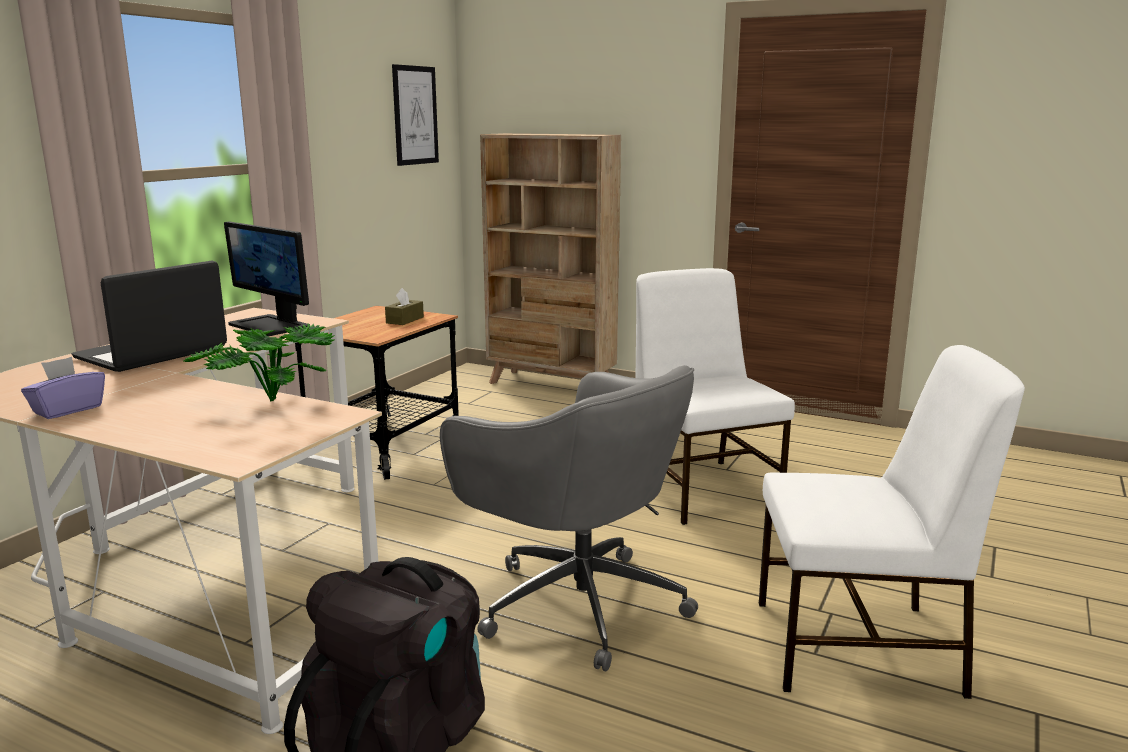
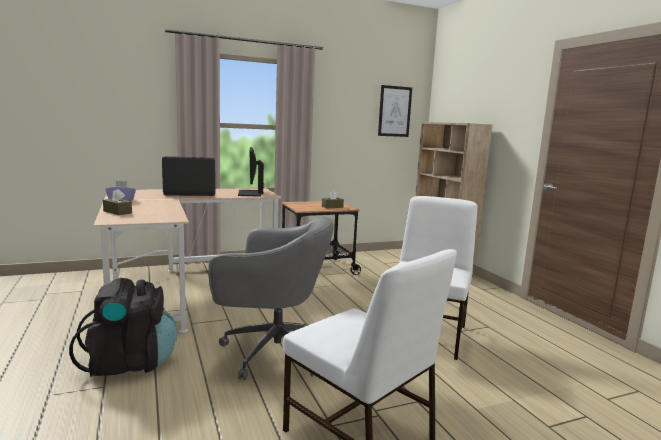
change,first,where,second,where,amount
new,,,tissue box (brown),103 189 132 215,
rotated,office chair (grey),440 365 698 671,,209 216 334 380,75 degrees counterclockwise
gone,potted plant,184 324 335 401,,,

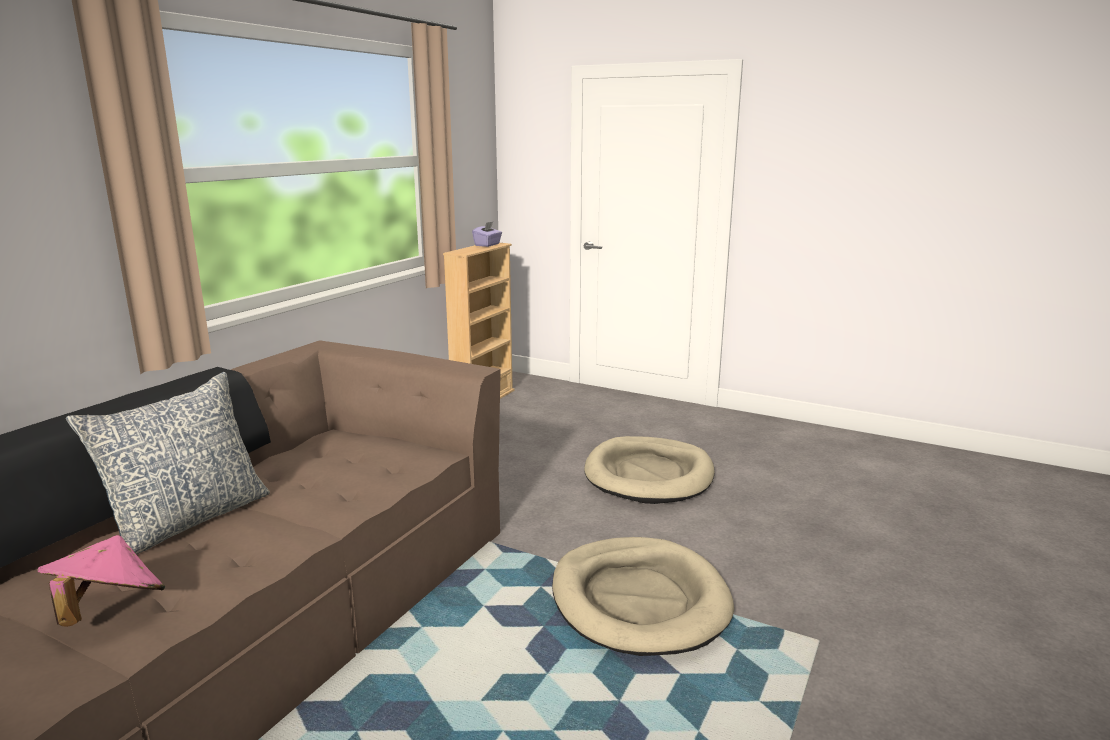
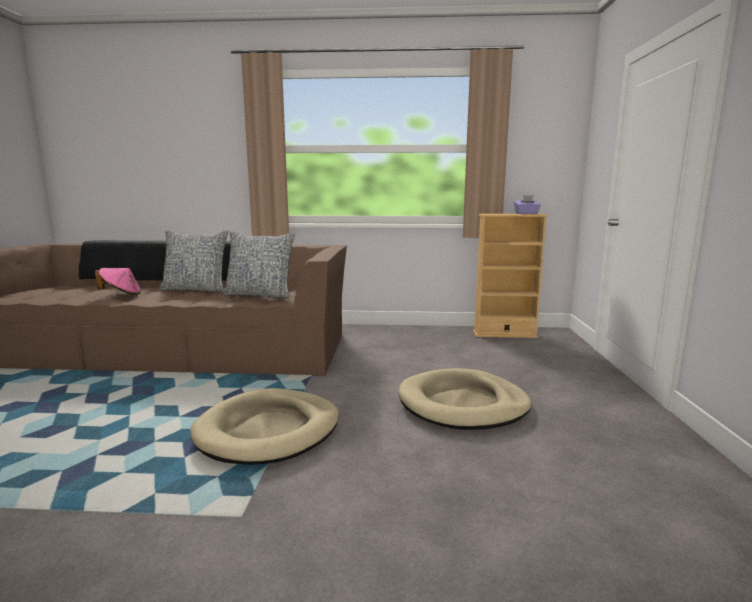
change,first,where,second,where,amount
new,,,pillow,222 231 296 299,

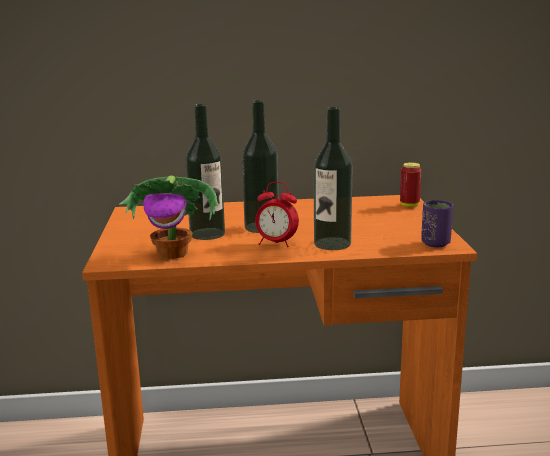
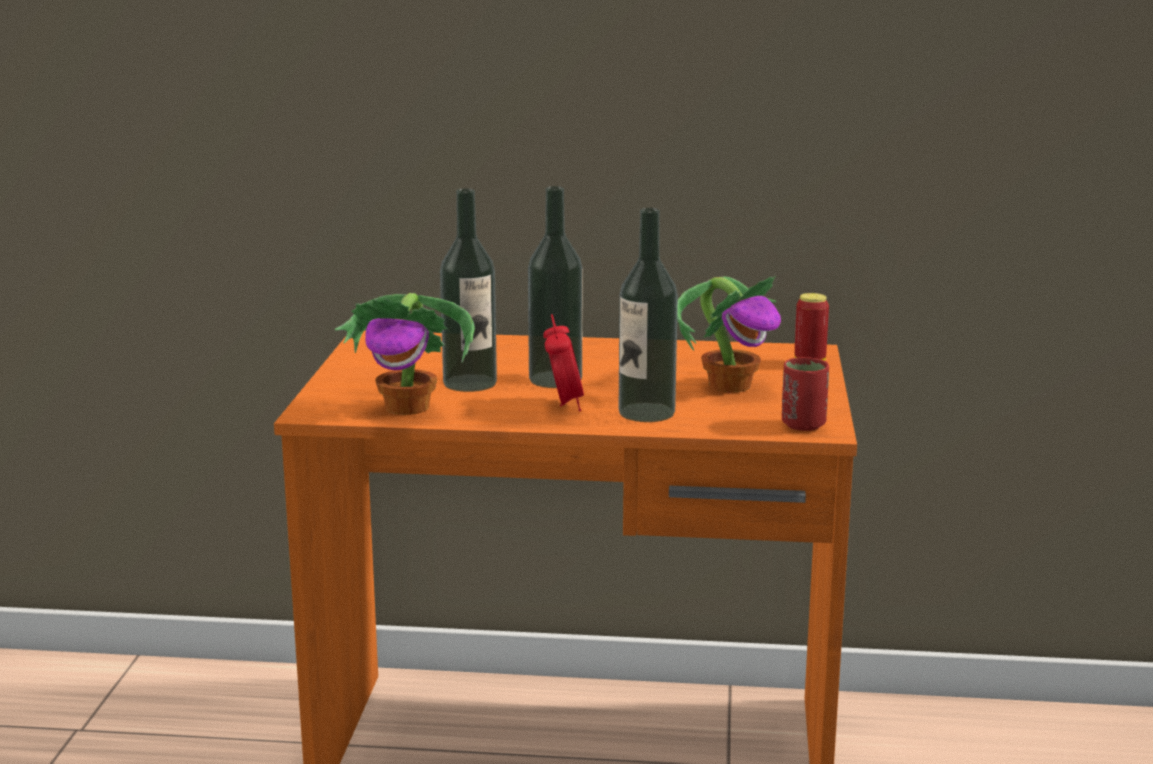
change,first,where,second,where,amount
rotated,alarm clock,255 182 299 247,,543 314 584 411,120 degrees counterclockwise
new,,,potted plant,677 276 781 392,
repainted,cup (purple),421 200 453 247,cup (red),782 357 829 431,

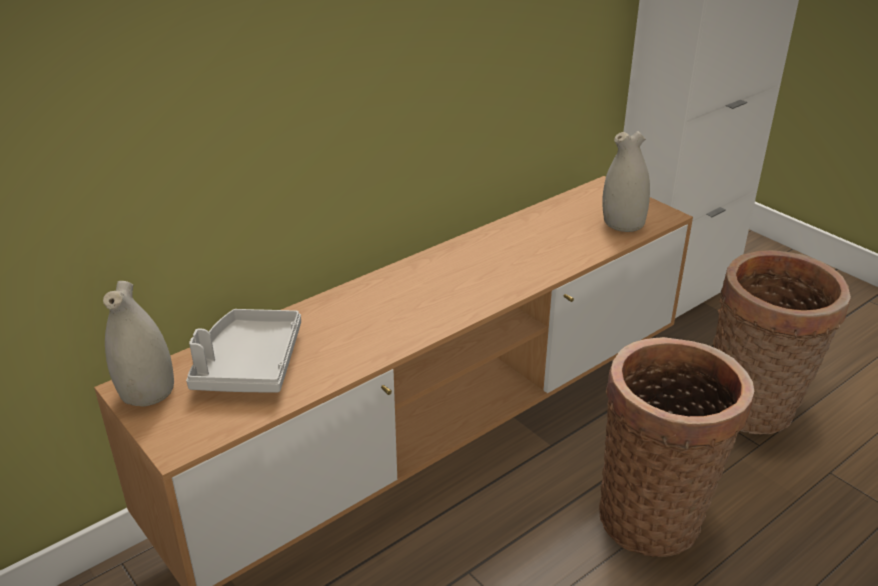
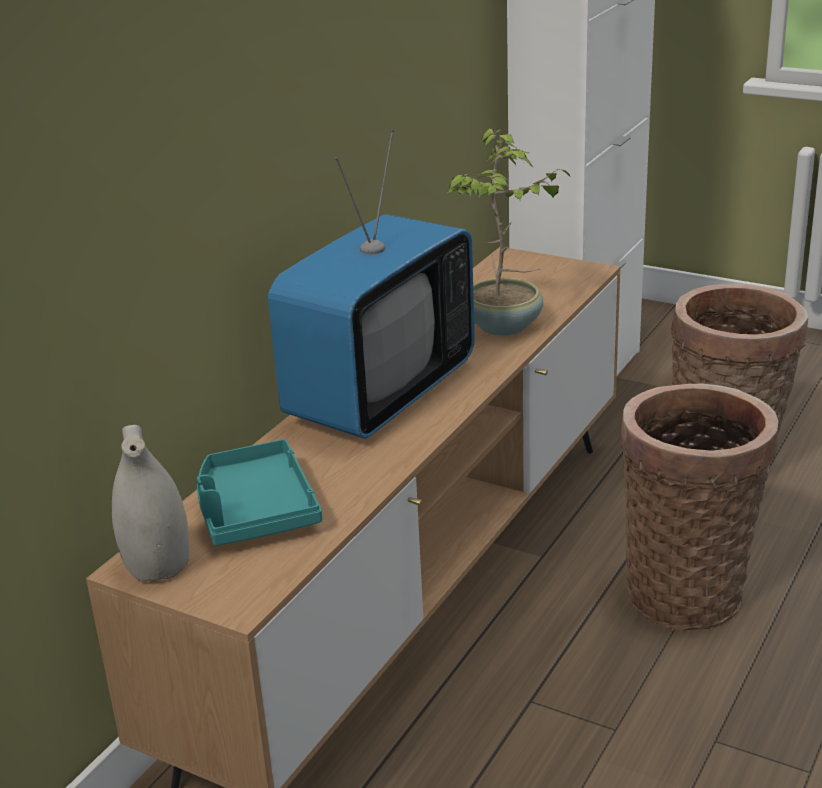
change,first,where,second,where,amount
repainted,tray (grey),186 309 301 393,tray (turquoise),197 439 322 546,
new,,,television,268 129 475 439,
new,,,potted plant,446 129 570 336,
gone,vase (white),602 131 650 232,,,

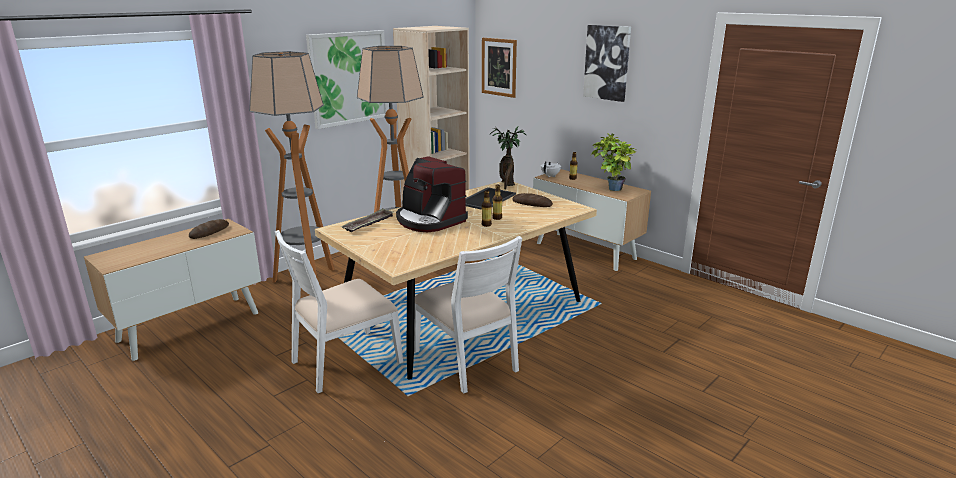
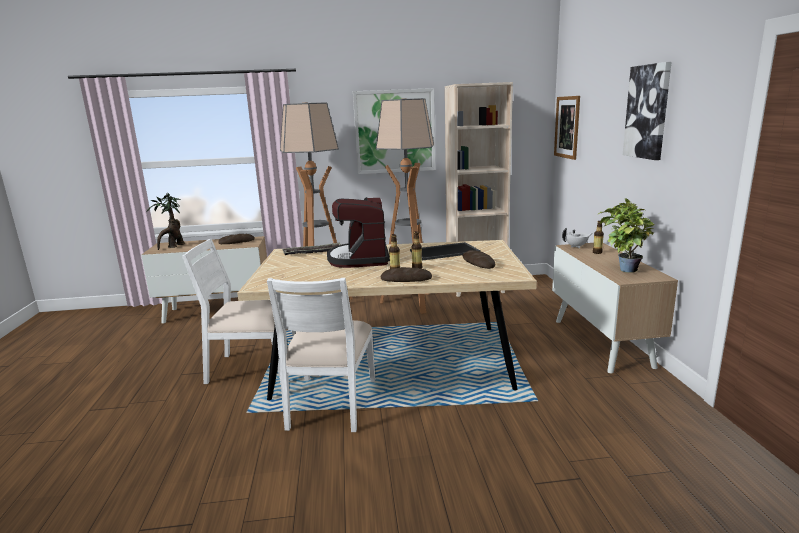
change,first,where,second,where,amount
shifted,potted plant,489 126 527 190,,146 192 185 250,
new,,,bread,381 267 432 282,

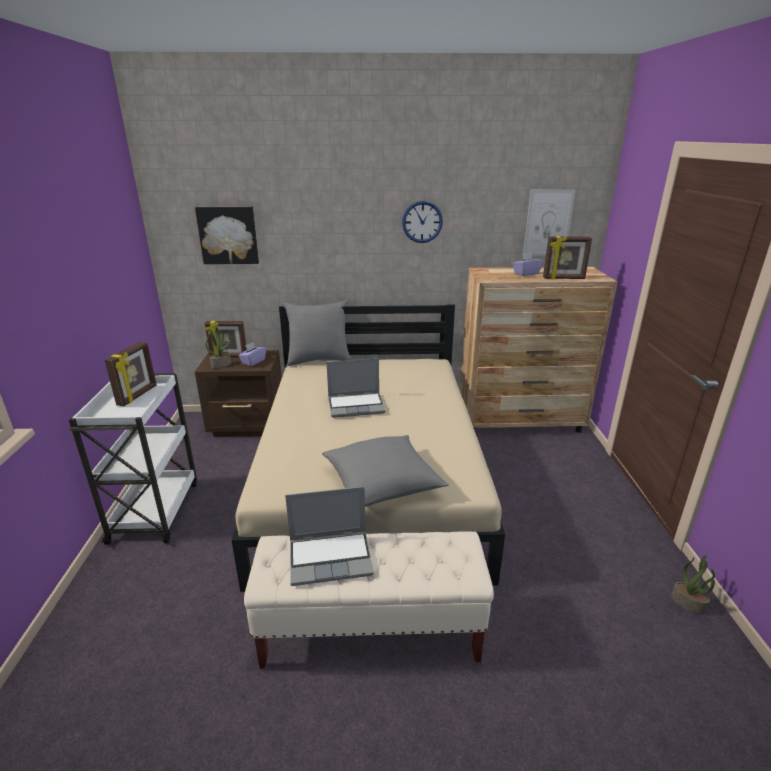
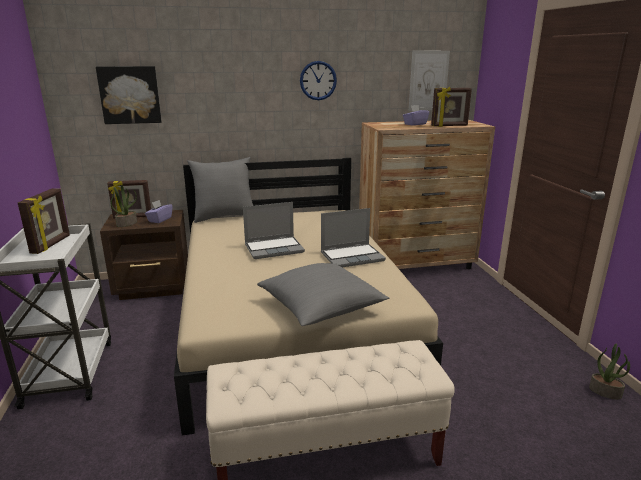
change,first,where,second,where,amount
shifted,laptop,285 486 374 586,,321 208 386 267,

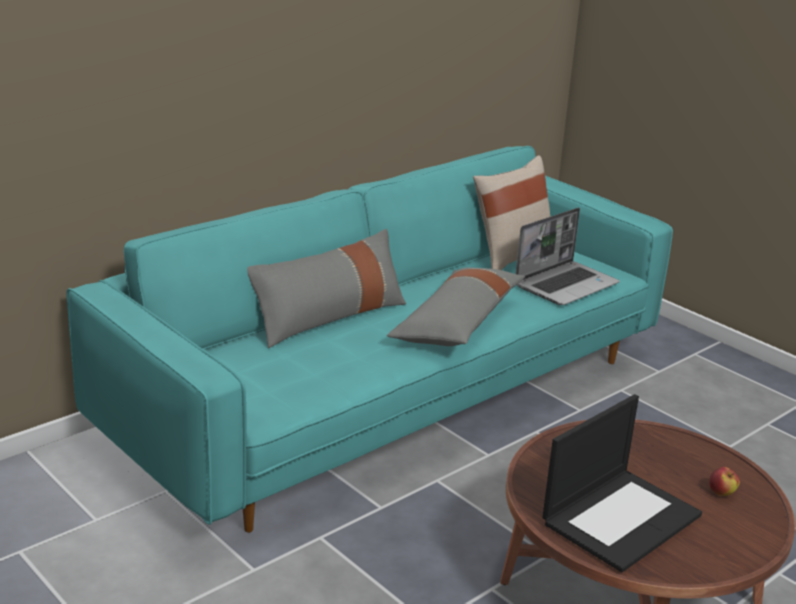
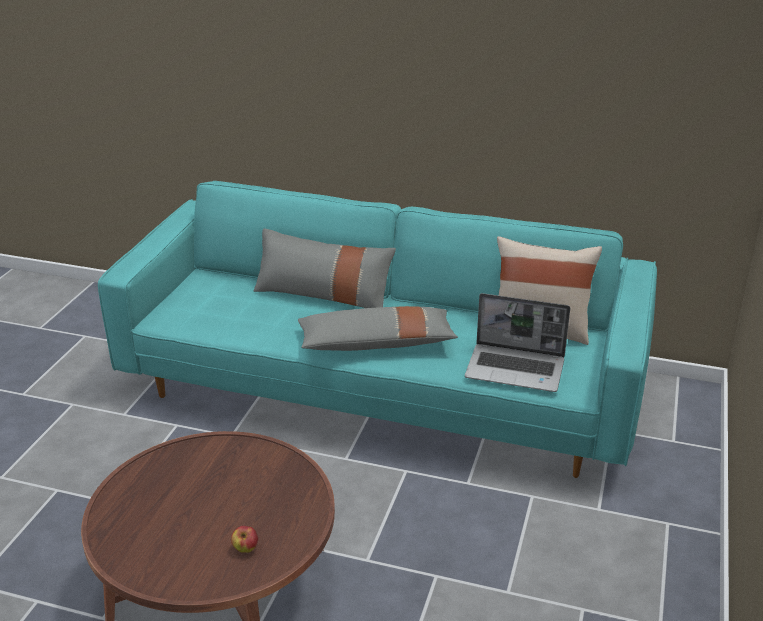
change,first,where,second,where,amount
gone,laptop,542 394 702 572,,,

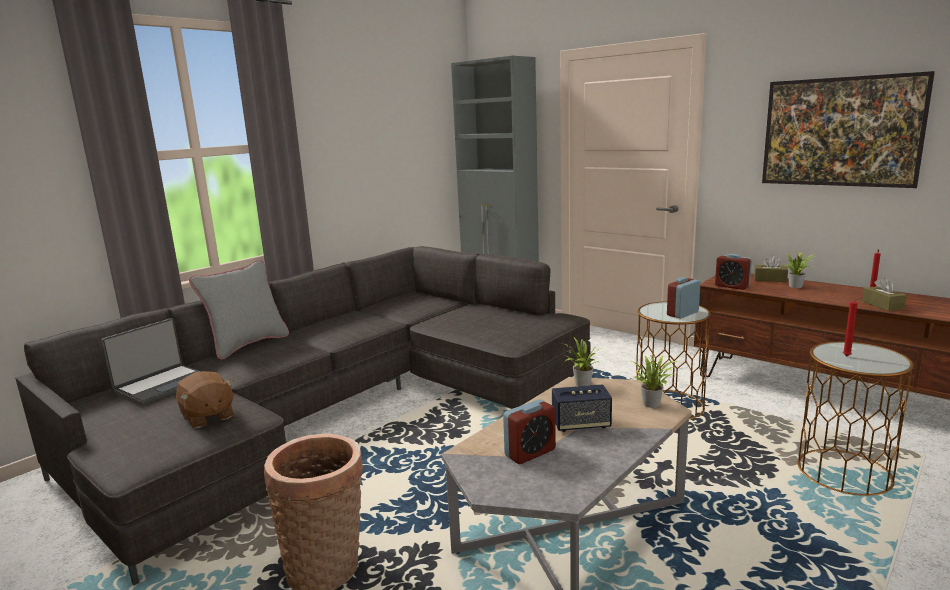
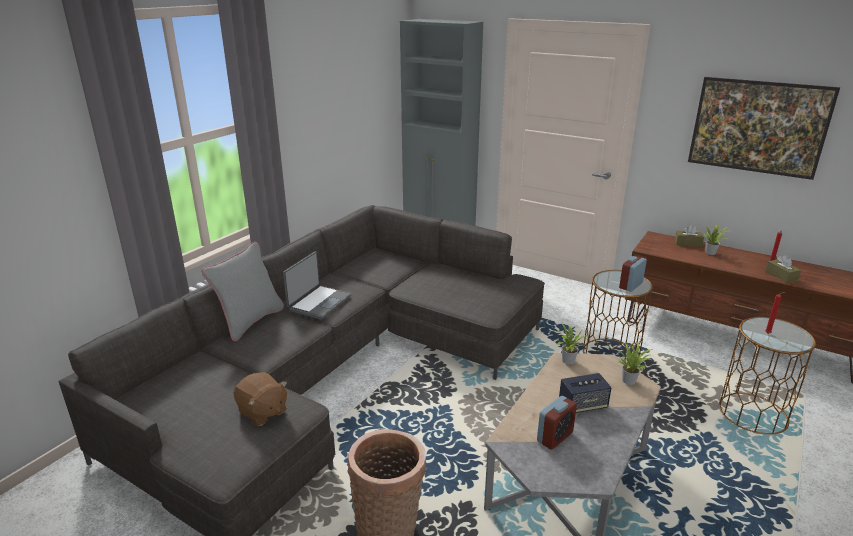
change,first,where,second,where,amount
shifted,laptop,101 318 201 406,,283 251 351 320,
gone,alarm clock,715 254 752 290,,,

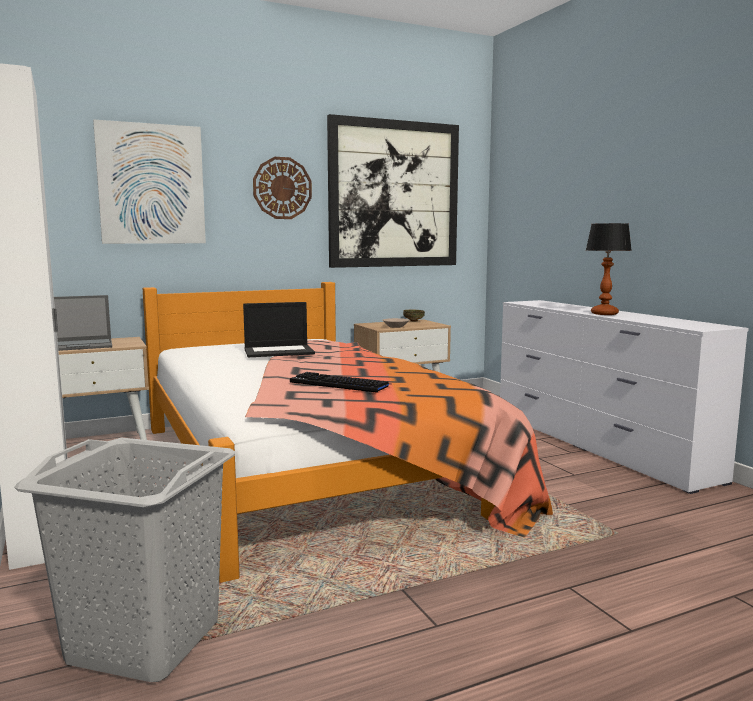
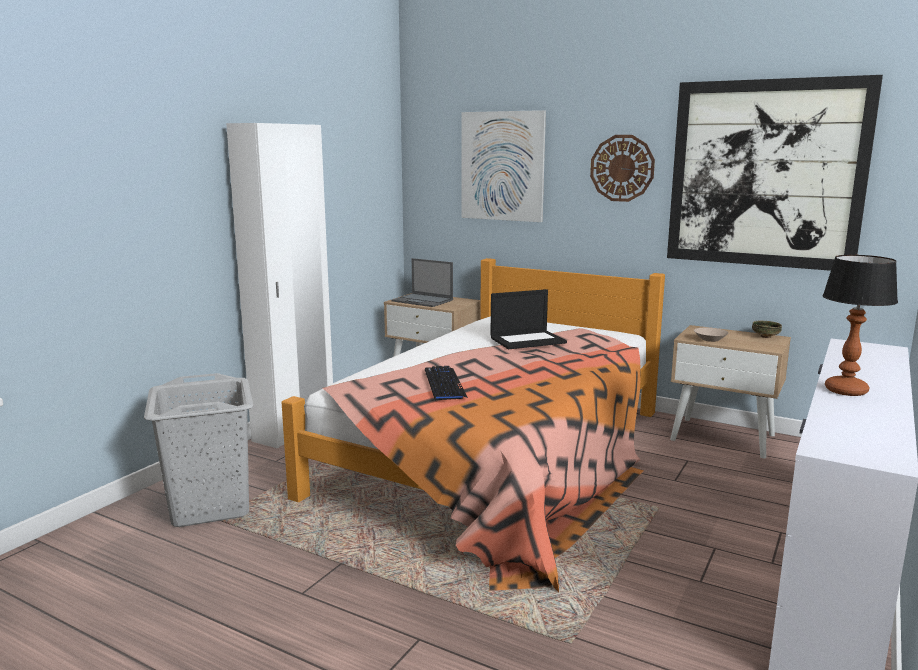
change,first,where,second,where,amount
rotated,laptop,243 302 315 357,,490 289 567 349,60 degrees counterclockwise

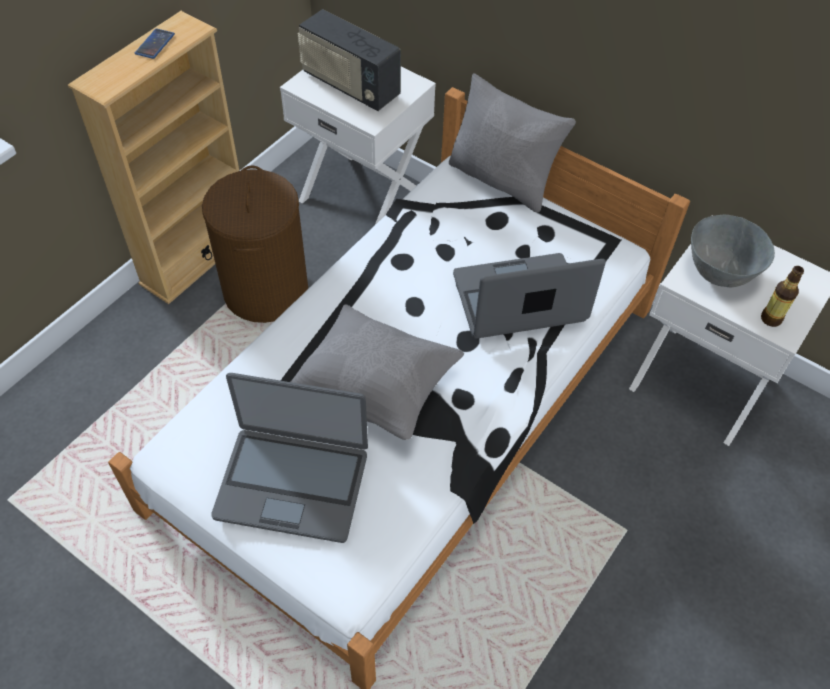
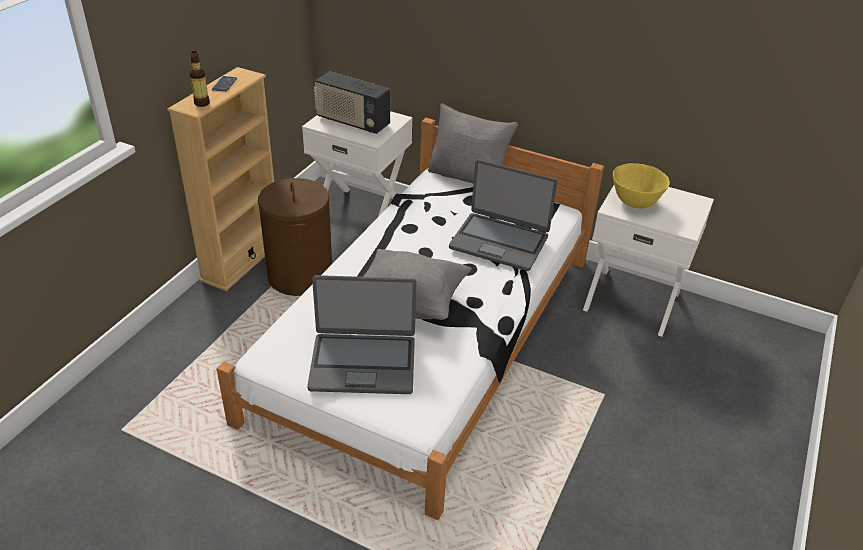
change,first,where,second,where,amount
shifted,bottle,761 266 804 327,,189 51 210 107,
rotated,laptop,453 253 606 339,,449 159 557 271,135 degrees counterclockwise
repainted,bowl (grey),691 214 775 287,bowl (yellow),613 163 670 209,

